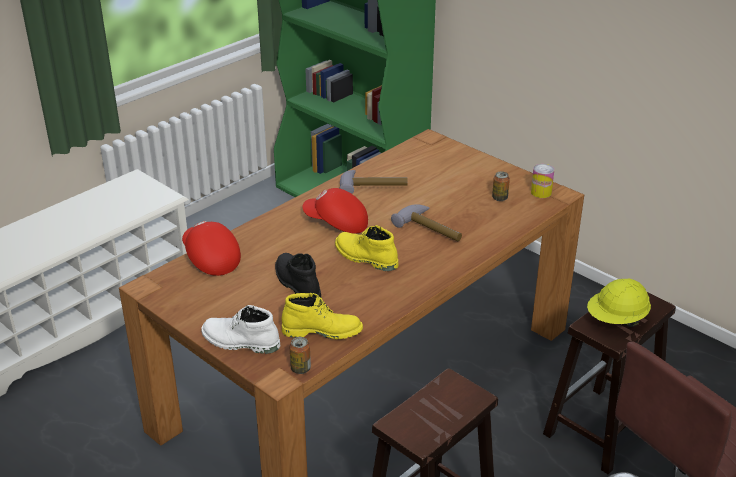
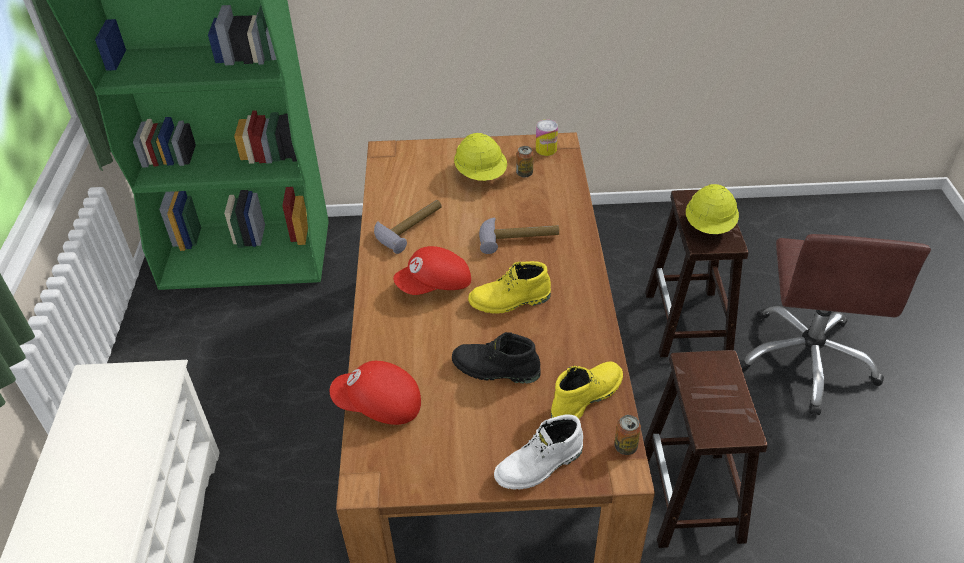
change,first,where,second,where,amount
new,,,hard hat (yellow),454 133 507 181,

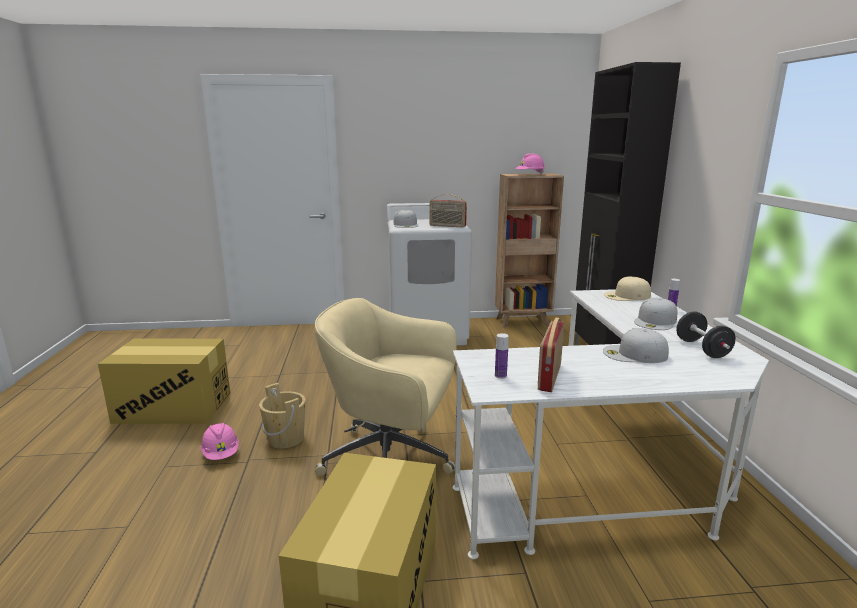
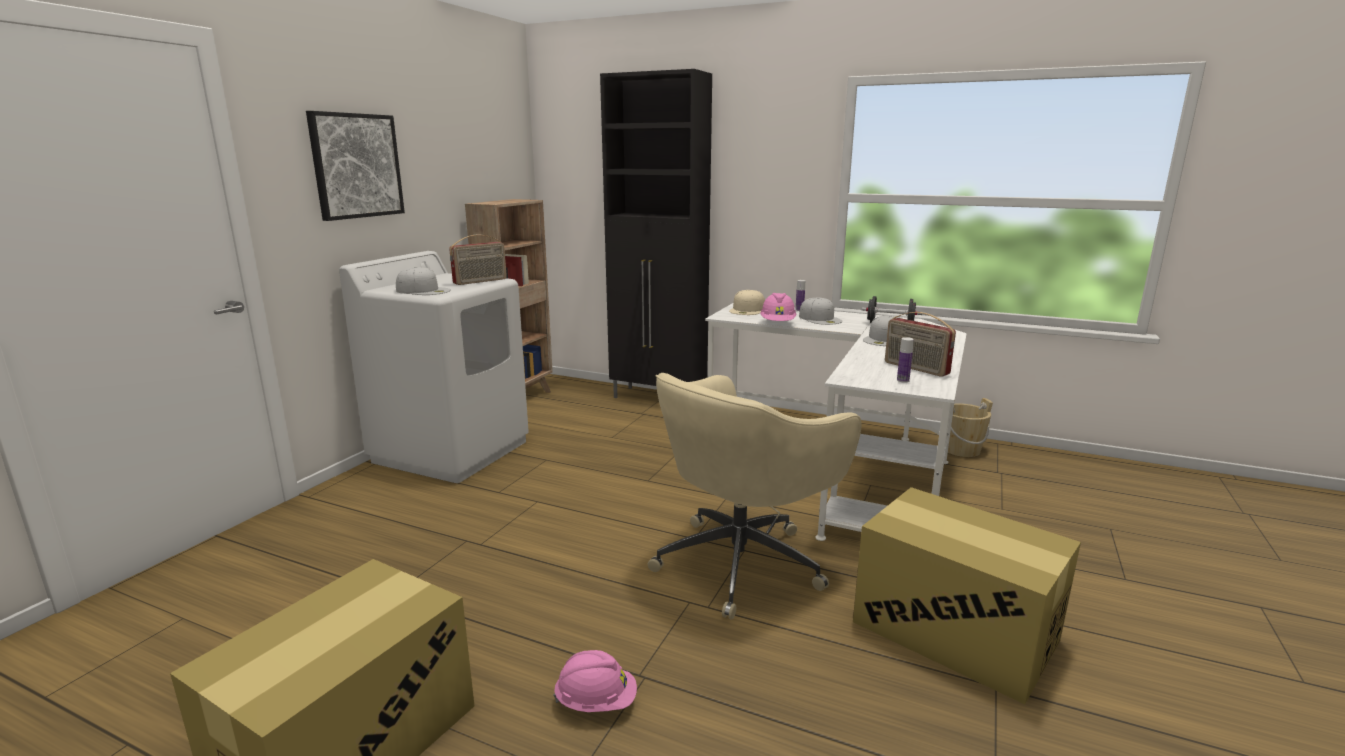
change,first,where,second,where,amount
new,,,picture,306 111 405 221,
shifted,hard hat (pink),516 153 545 174,,760 293 797 321,
shifted,bucket (beige),259 383 306 449,,948 398 993 457,

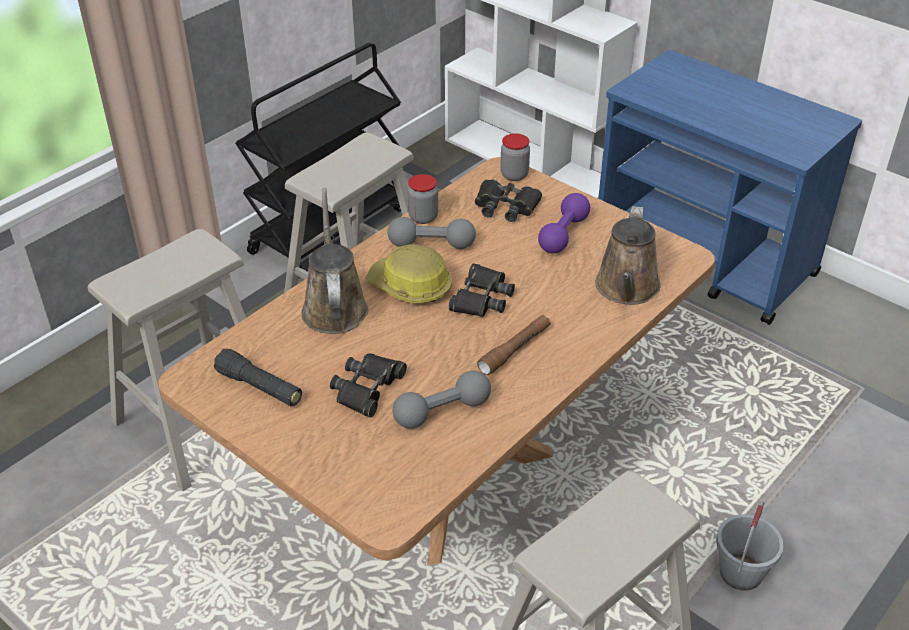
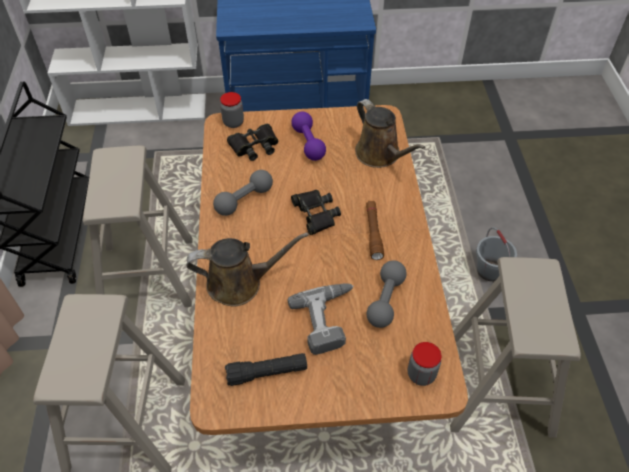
change,first,where,second,where,amount
rotated,watering can (brown),302 188 368 334,,187 232 309 306,135 degrees clockwise
swapped,binoculars (black),330 353 407 417,power drill,288 283 354 355,
shifted,jar,407 174 438 224,,408 342 442 386,
gone,hard hat,365 244 452 303,,,

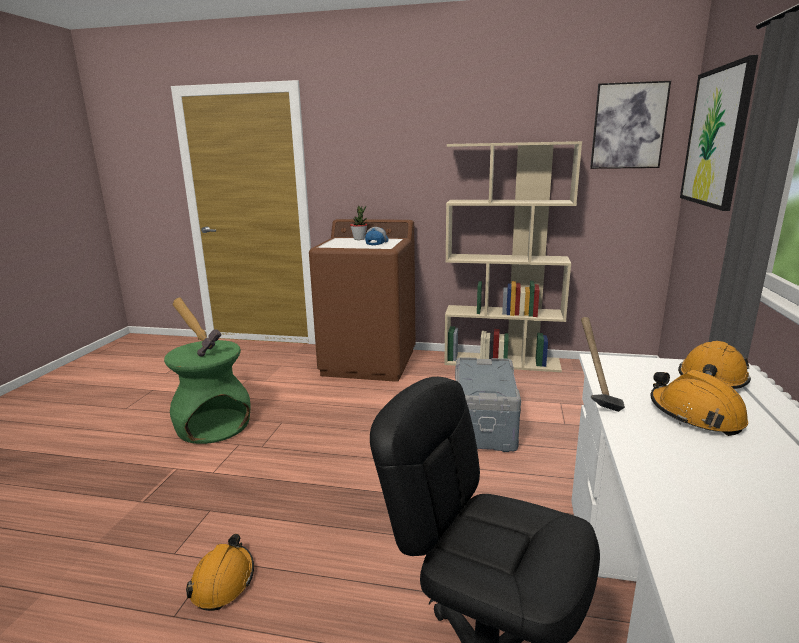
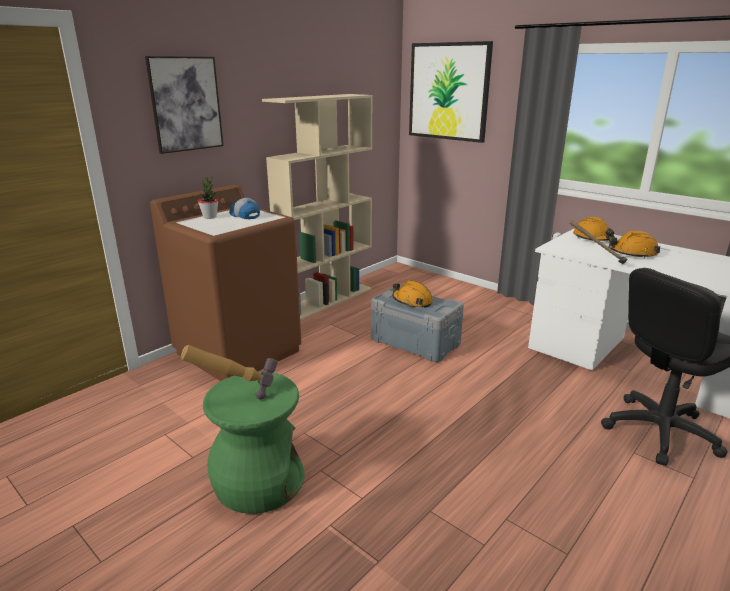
change,first,where,second,where,amount
shifted,picture,590 81 671 169,,145 56 224 154,
shifted,hard hat (orange),186 534 254 611,,392 280 433 308,

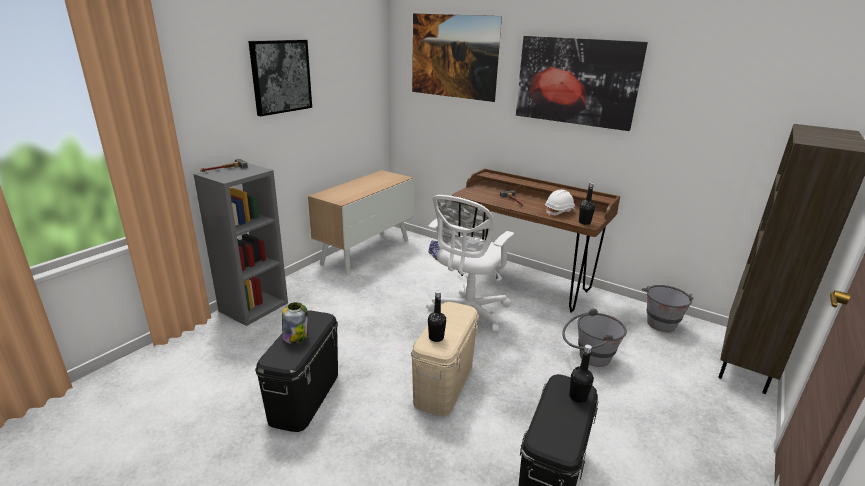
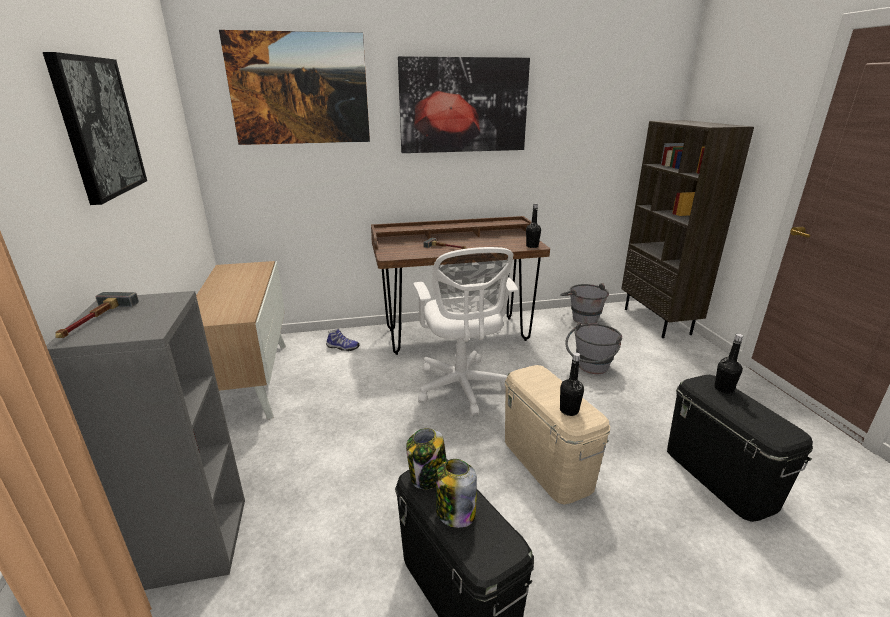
change,first,where,second,where,amount
new,,,jar,406 428 447 489,
gone,hard hat (white),545 189 577 216,,,

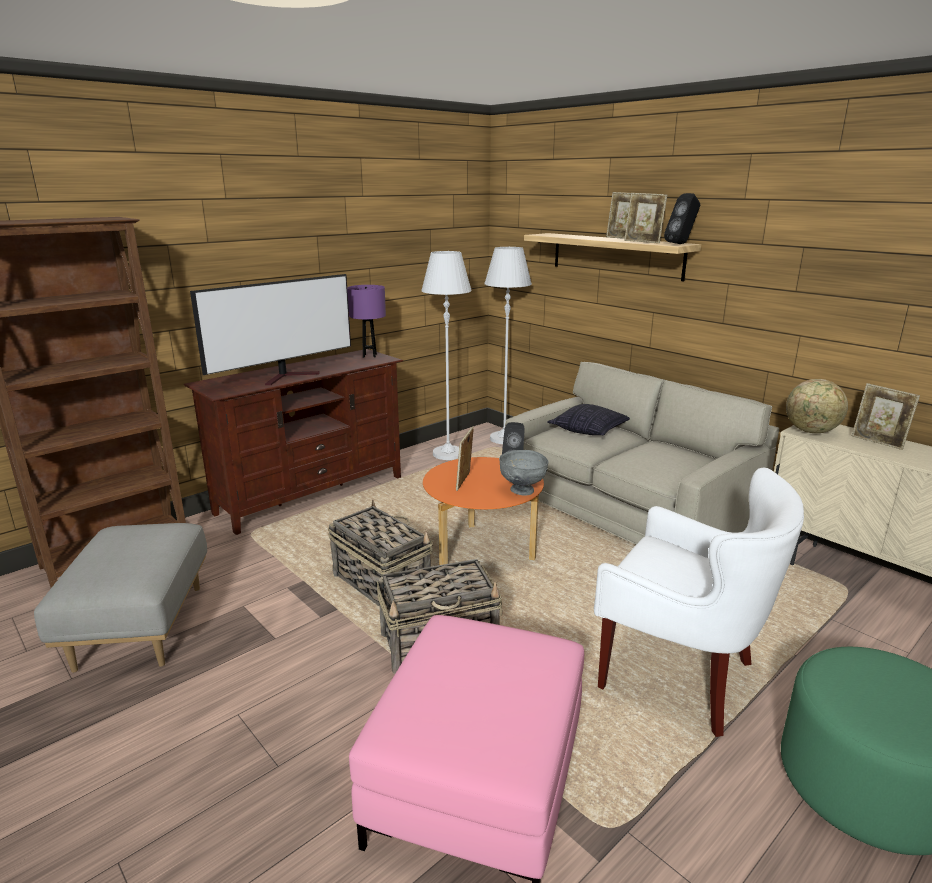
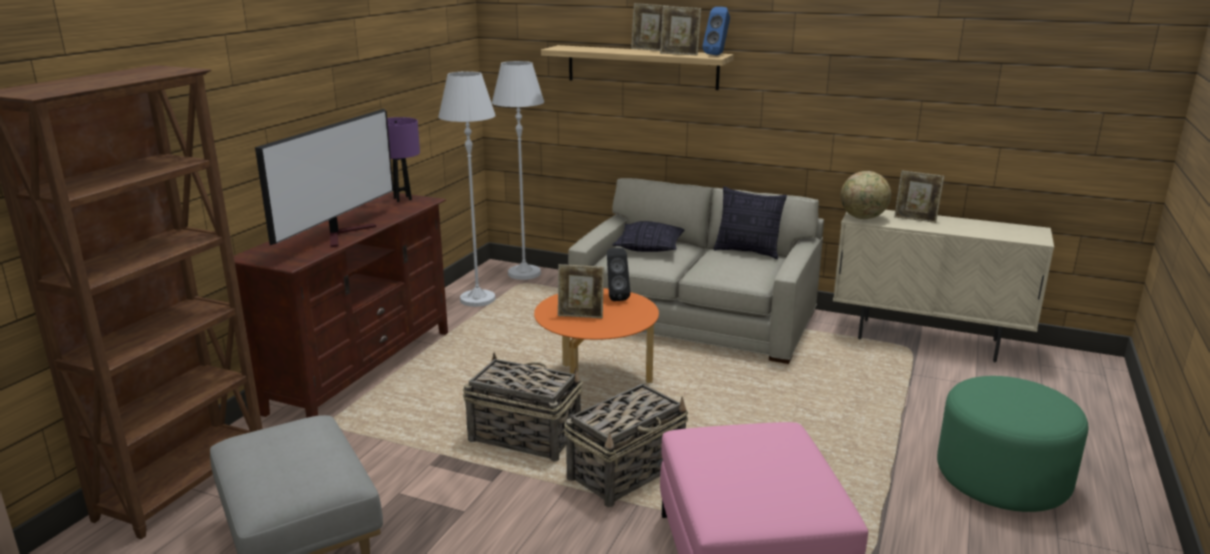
change,first,where,second,where,amount
rotated,picture frame,456 427 474 491,,558 264 604 318,75 degrees counterclockwise
repainted,speaker (black),664 193 700 244,speaker (blue),702 7 730 55,
new,,,pillow,714 186 787 259,
gone,bowl (grey),499 450 549 496,,,
gone,armchair (white),594 467 804 737,,,

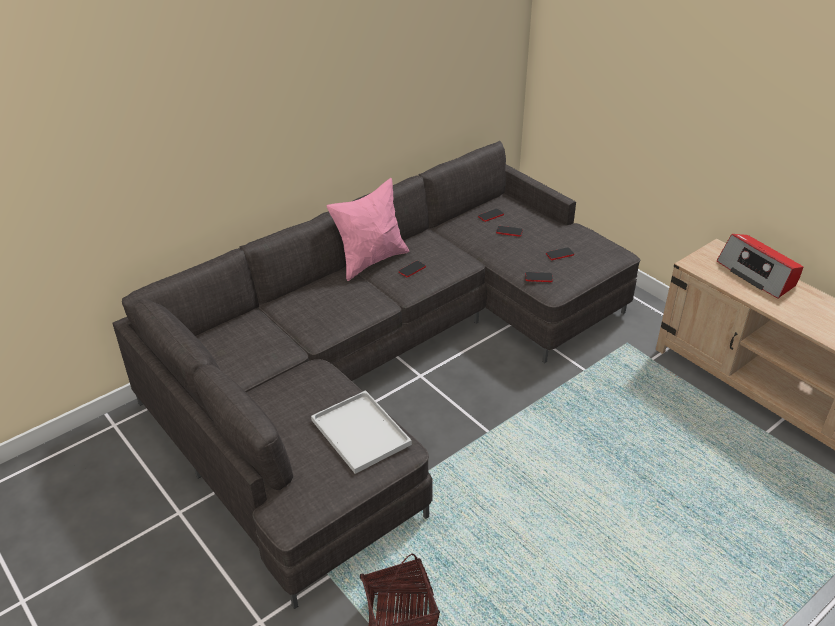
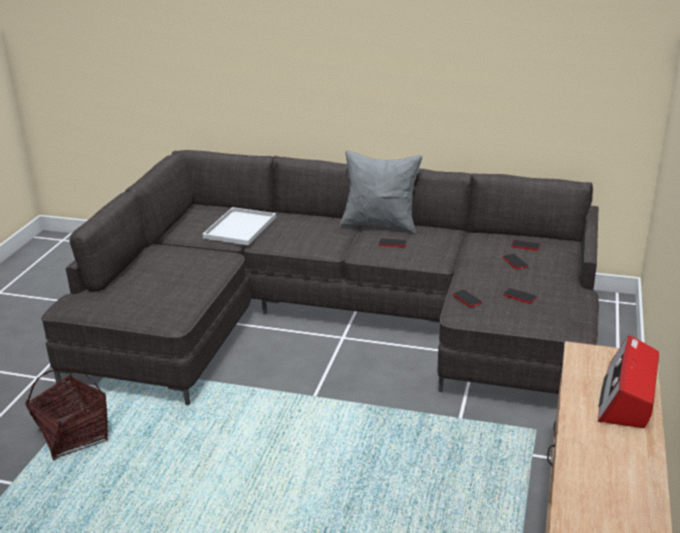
change,first,where,second,where,amount
shifted,tray (white),311 390 412 474,,202 207 276 246,
repainted,pillow (pink),327 178 409 281,pillow (grey),340 151 422 234,

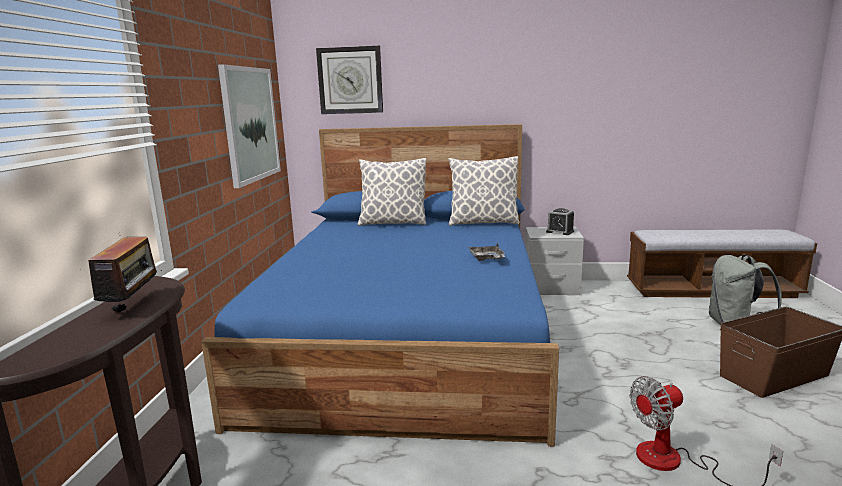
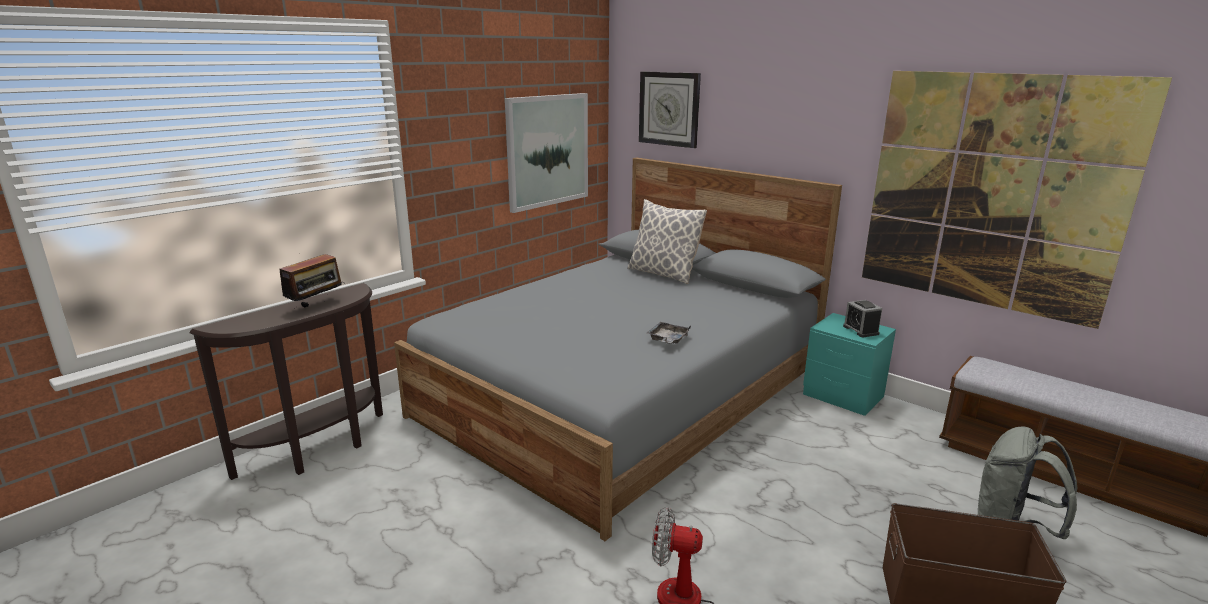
change,first,where,second,where,amount
repainted,bed (blue),201 124 559 447,bed (grey),394 157 842 541,
repainted,nightstand (grey),525 227 584 295,nightstand (turquoise),803 313 896 416,
new,,,picture,862 71 1172 329,
gone,pillow,449 156 519 226,,,

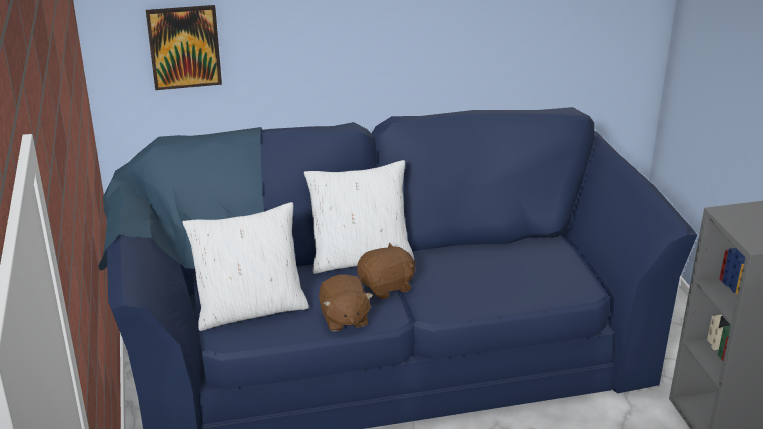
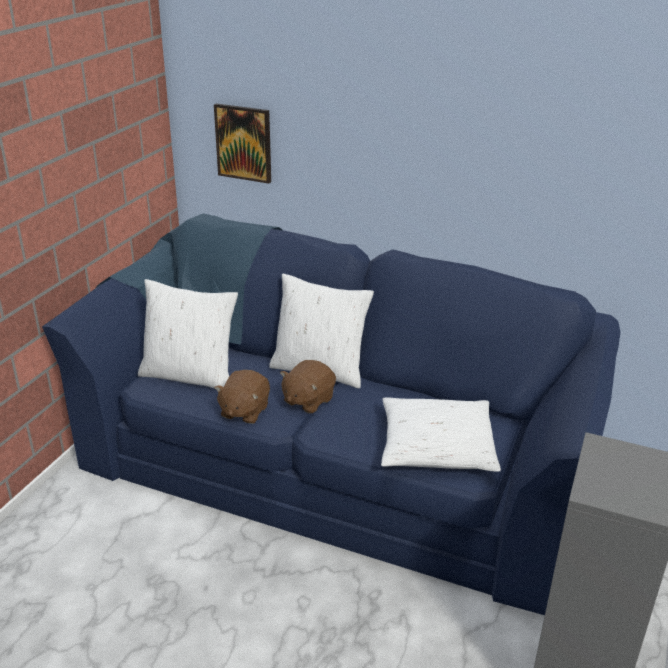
change,first,where,second,where,amount
rotated,plush toy (brown),357 242 416 299,,280 360 336 414,120 degrees clockwise
new,,,pillow (white),381 397 501 472,

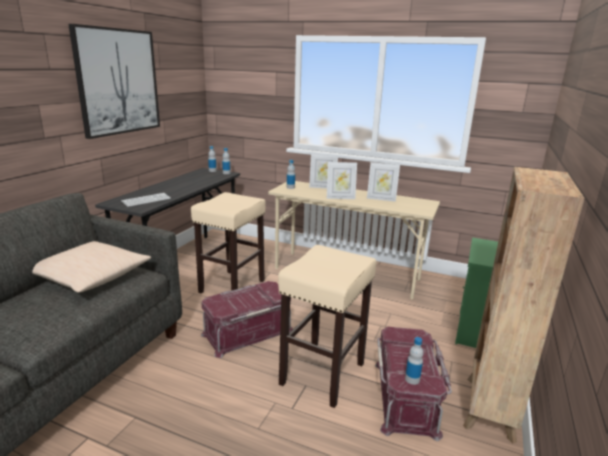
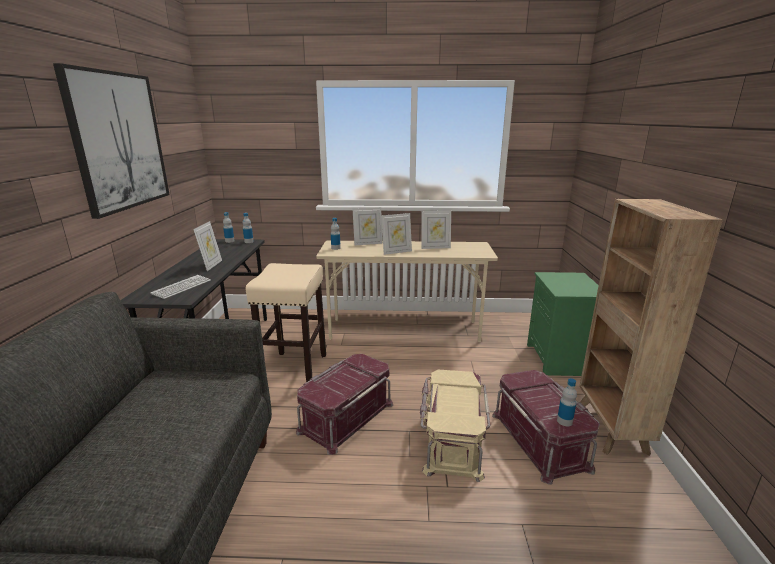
change,first,where,second,where,amount
new,,,picture frame,193 221 222 271,
swapped,stool (beige),278 245 377 408,storage box (beige),420 370 490 482,
gone,pillow (beige),32 241 151 293,,,

